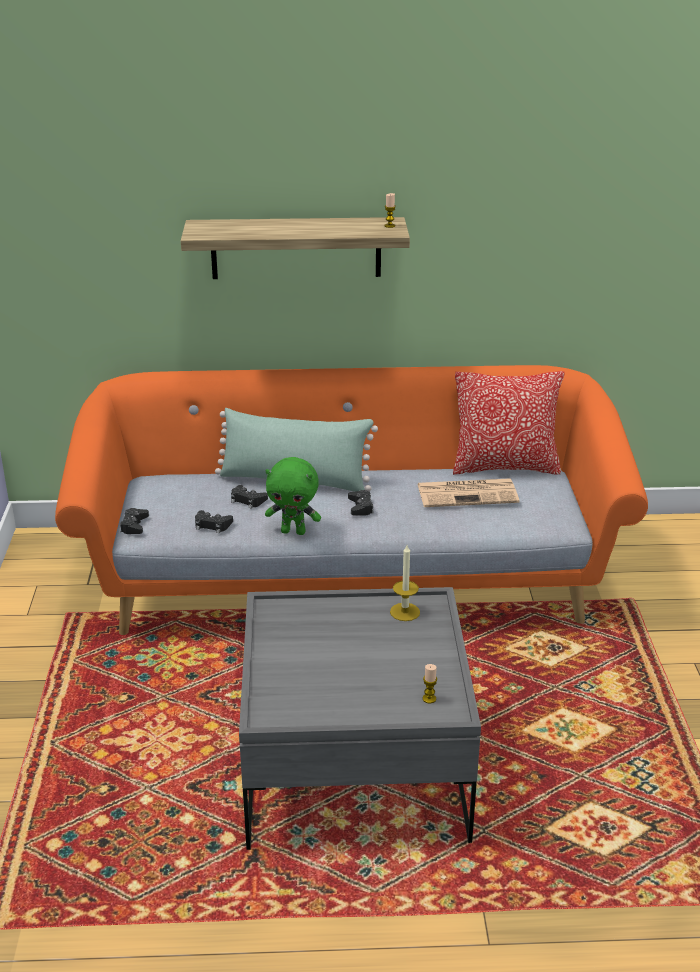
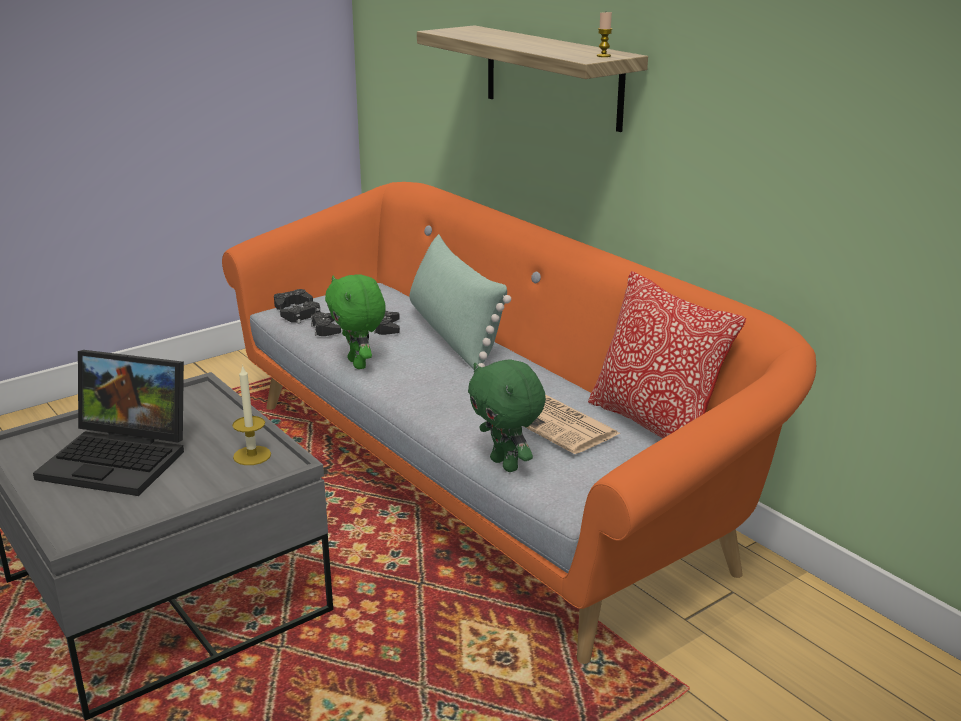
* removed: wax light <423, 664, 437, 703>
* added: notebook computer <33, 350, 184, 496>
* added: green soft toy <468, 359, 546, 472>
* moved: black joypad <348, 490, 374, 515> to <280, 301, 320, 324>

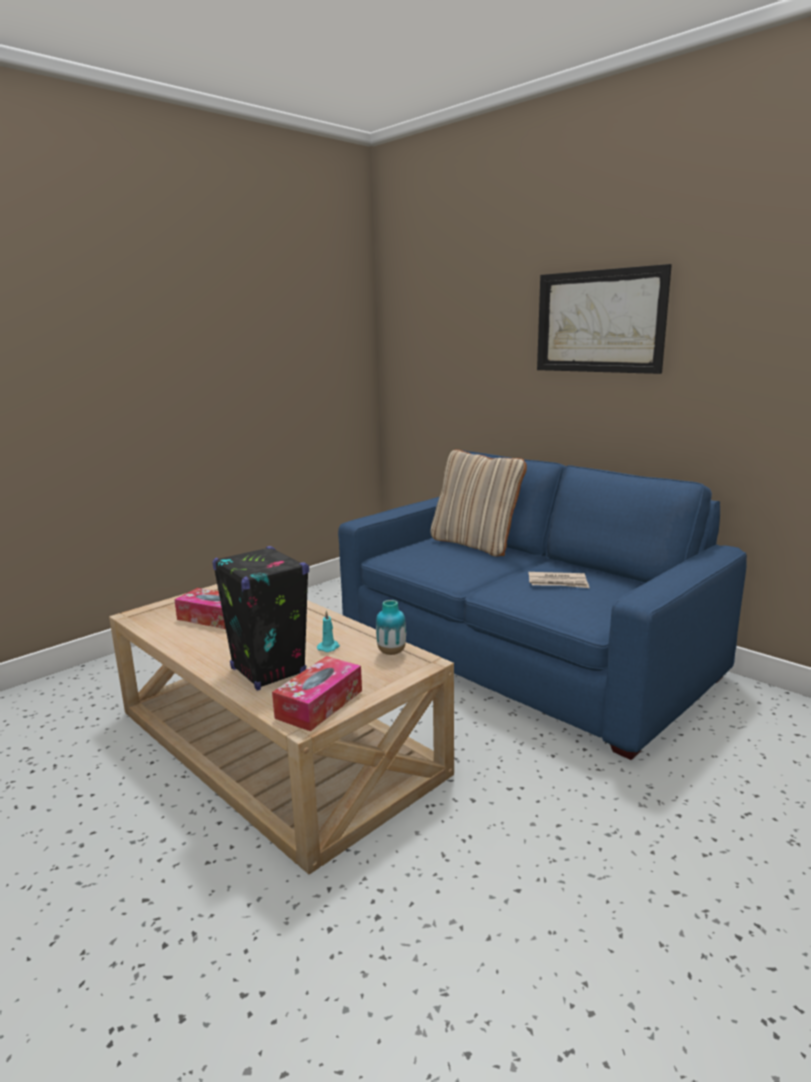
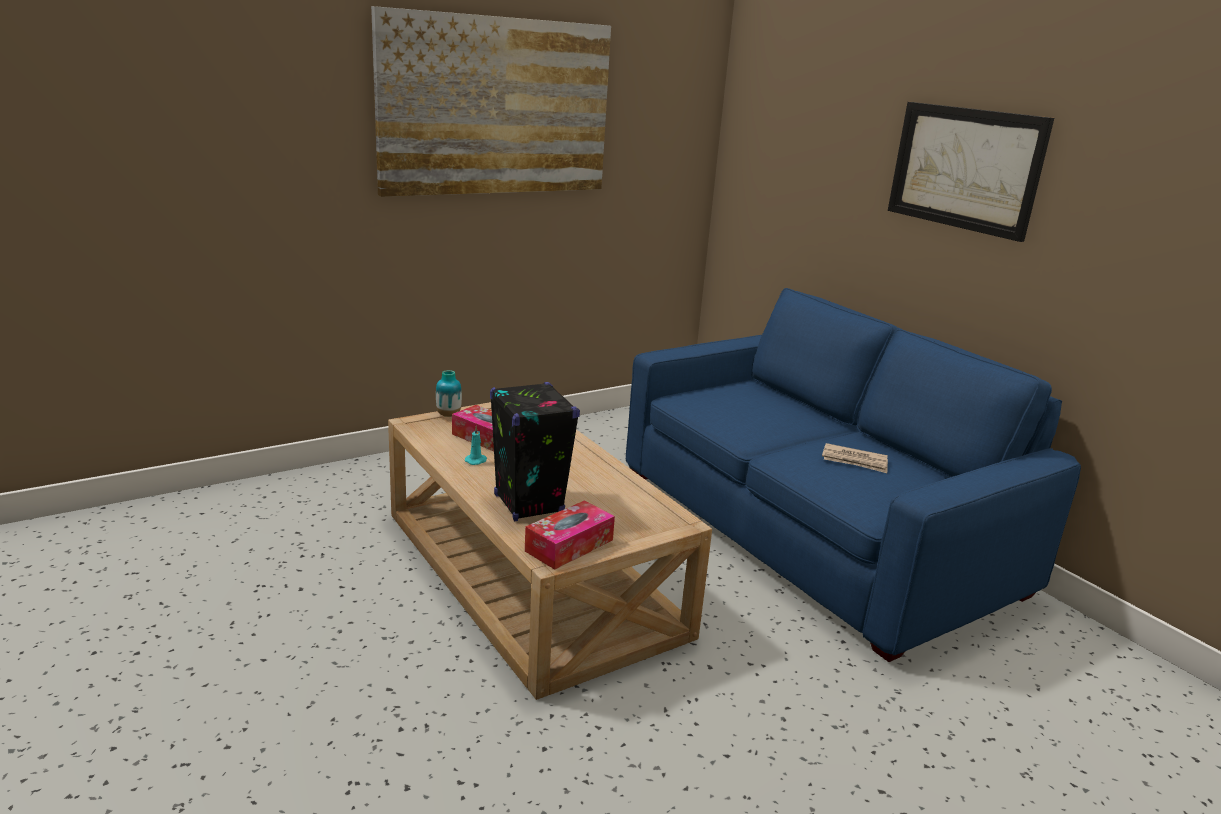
* removed: beige cushion <430, 449, 527, 557>
* added: wall art <371, 6, 611, 197>
* moved: blue-green wax light <317, 610, 340, 652> to <465, 425, 487, 465>
* moved: flower vase <376, 600, 406, 655> to <436, 370, 462, 417>

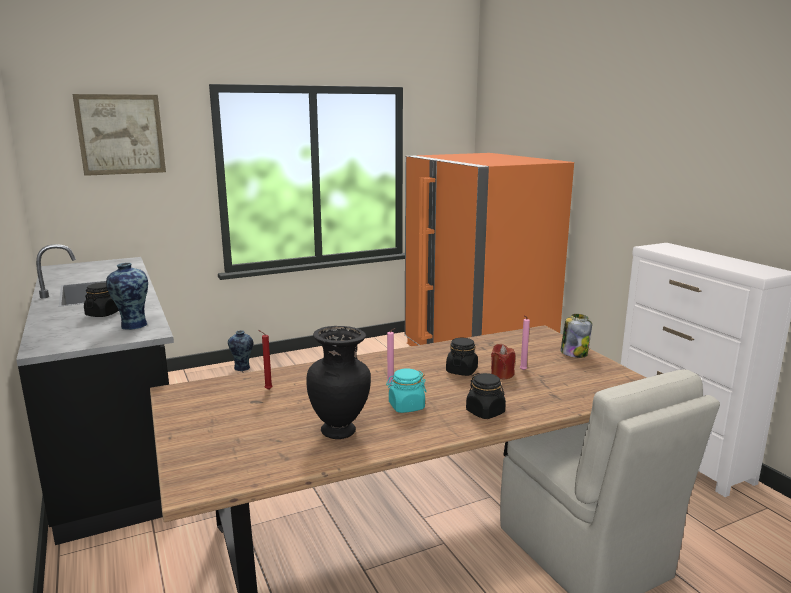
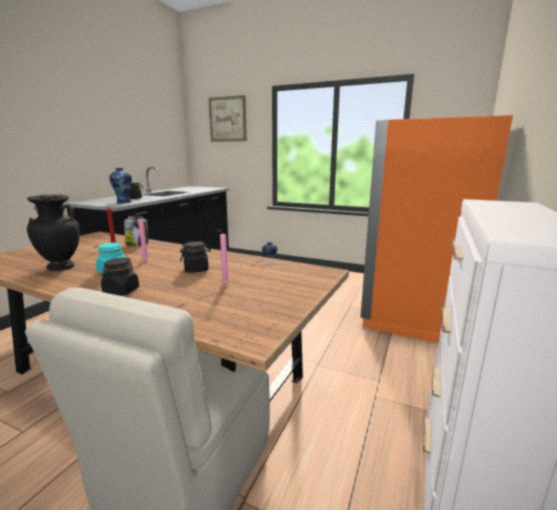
* removed: red wax light <491, 344, 515, 380>
* moved: jar <561, 314, 592, 358> to <124, 216, 148, 246>

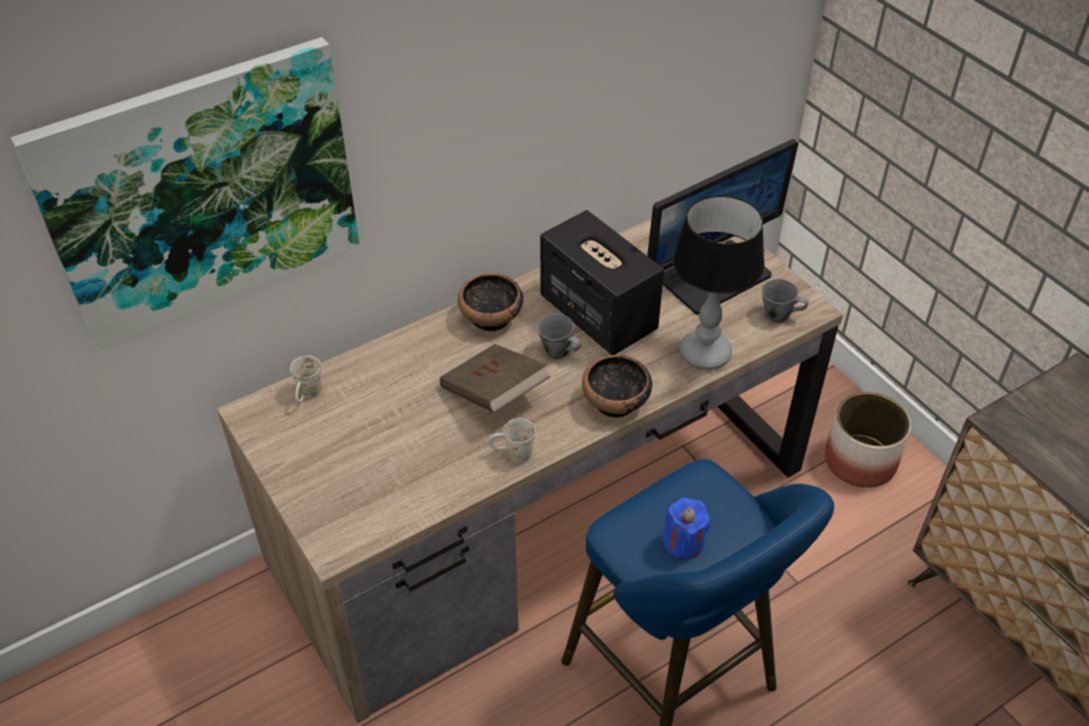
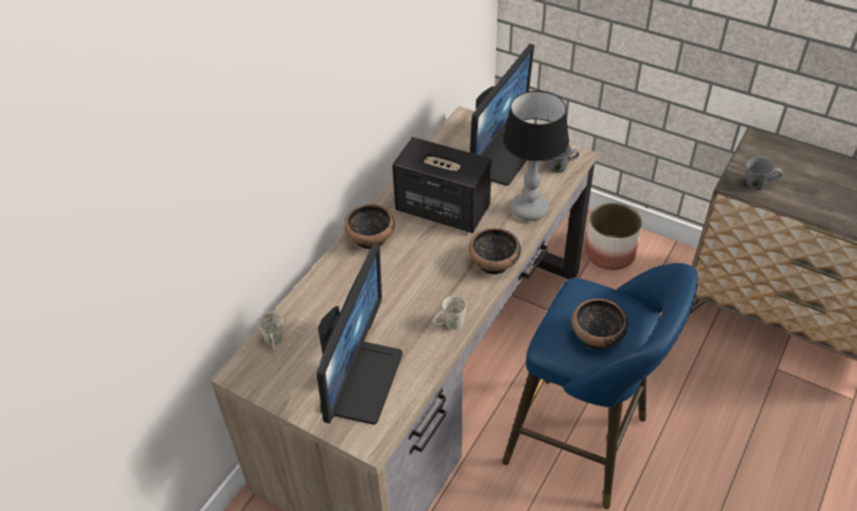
* removed: wall art <11, 37, 360, 351>
* removed: brownish book <440, 344, 550, 413>
* added: computer screen <317, 243, 403, 425>
* moved: gray coffee mug <537, 314, 581, 359> to <746, 157, 782, 190>
* replaced: blue-coloured wax light <662, 497, 711, 559> to serving bowl <571, 299, 628, 349>

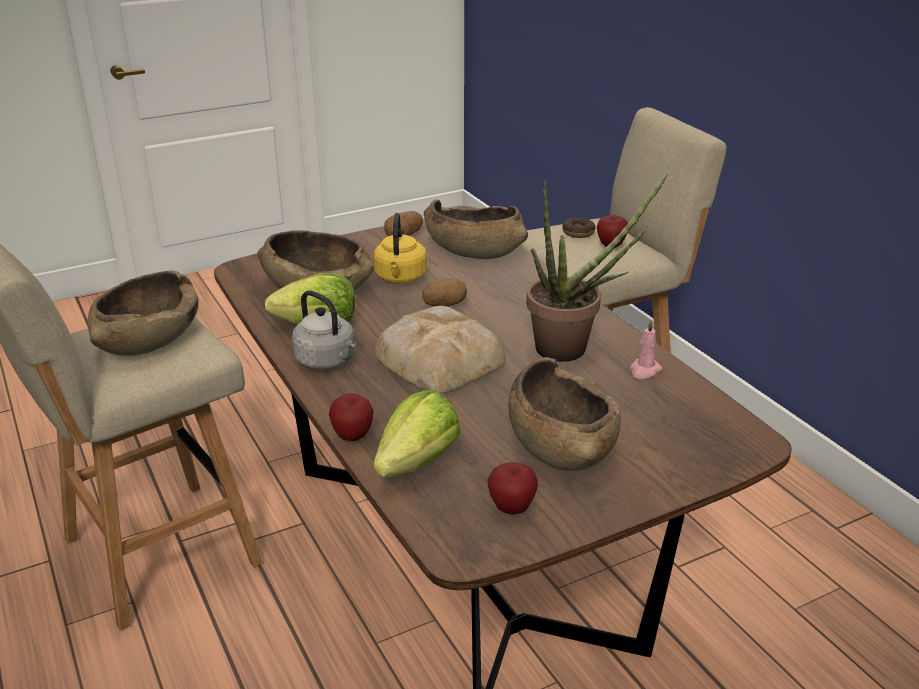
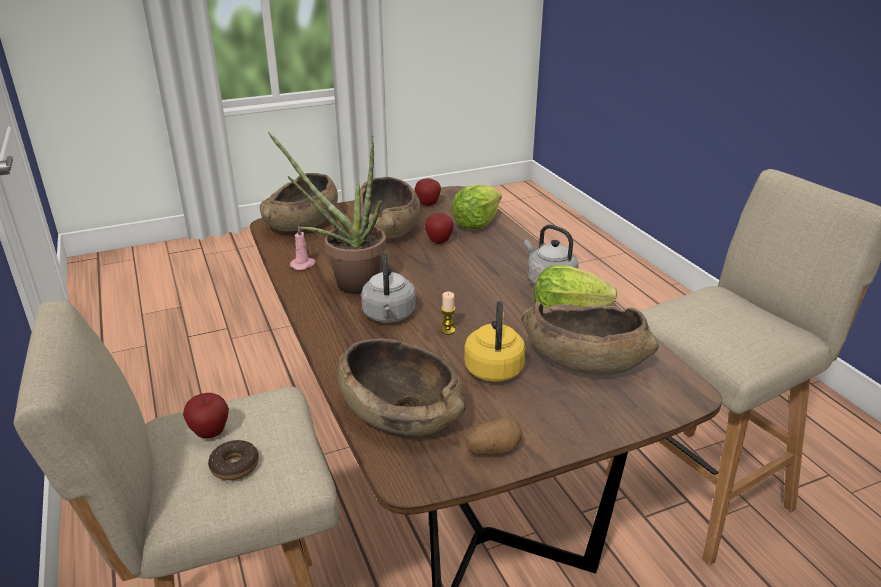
* removed: baked bread <375, 306, 506, 394>
* added: gray tea kettle <361, 251, 416, 323>
* moved: brownish serving bowl <88, 271, 198, 356> to <260, 173, 338, 231>
* moved: apple fruit <329, 393, 374, 441> to <425, 213, 454, 244>
* replaced: potato <423, 279, 467, 307> to wax light <441, 291, 456, 335>

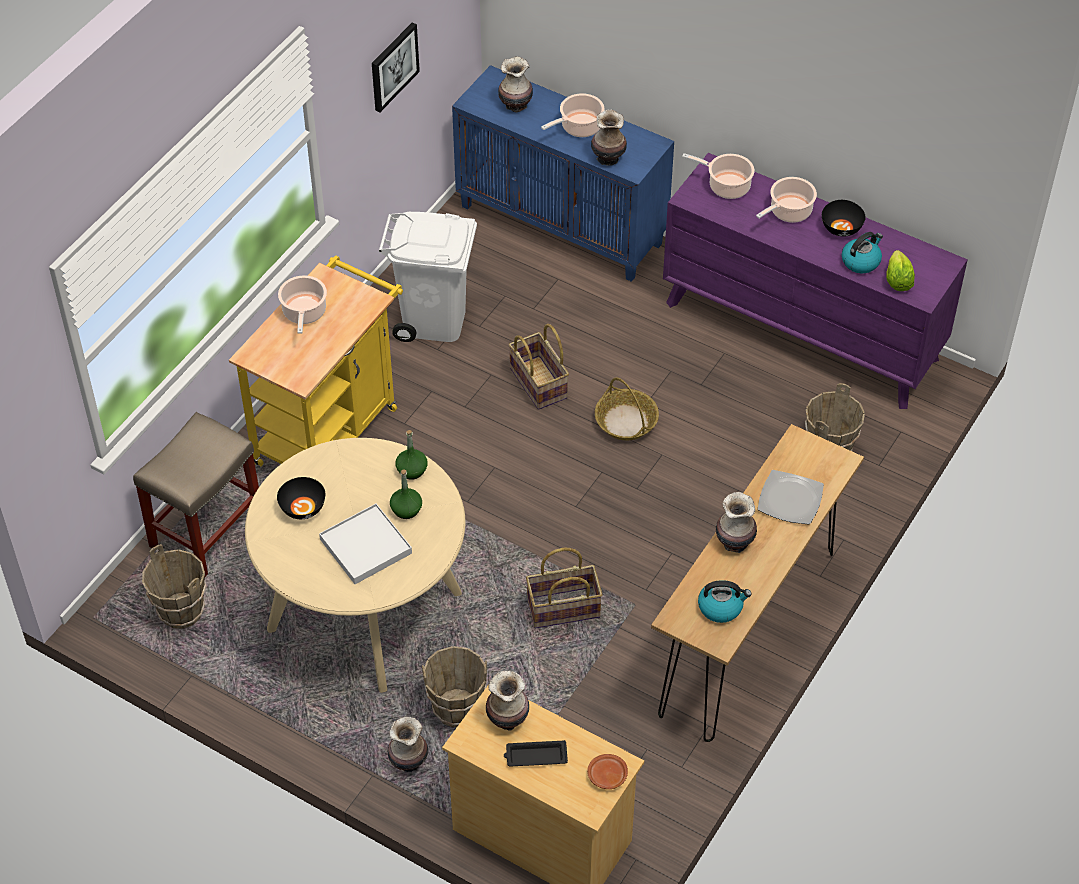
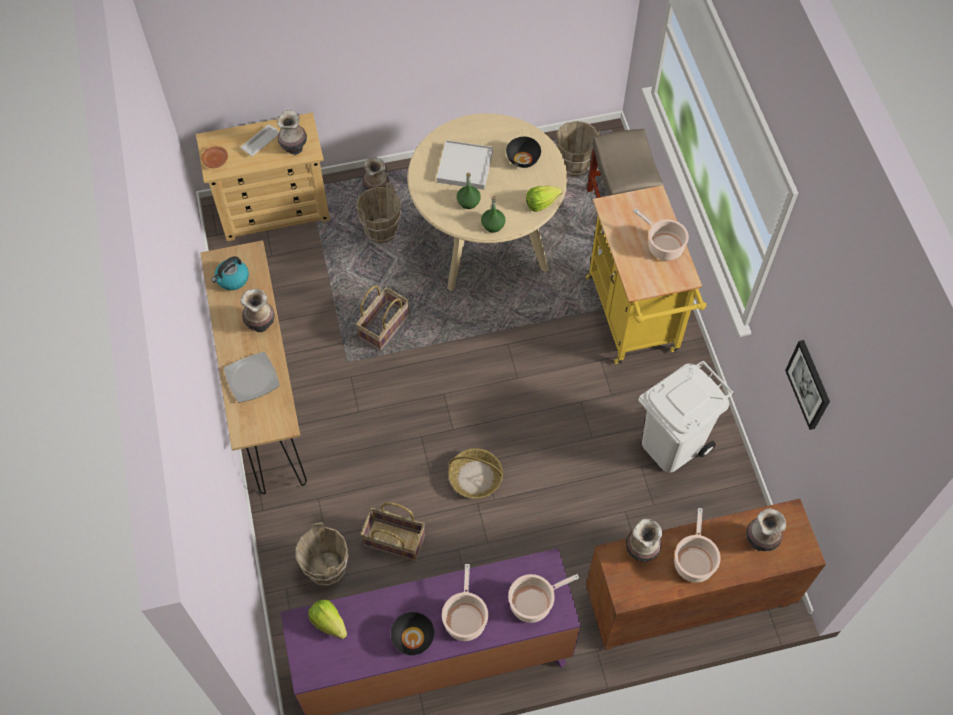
* removed: tea kettle <842, 232, 883, 273>
* added: head of lettuce <526, 186, 562, 212>
* moved: household basket <509, 324, 569, 410> to <360, 502, 425, 562>
* recoloured: blue-coloured cabinet <452, 65, 674, 282> to brownish cabinet <586, 499, 826, 650>
* recoloured: black serving tray <504, 740, 568, 767> to whitish serving tray <241, 125, 279, 156>

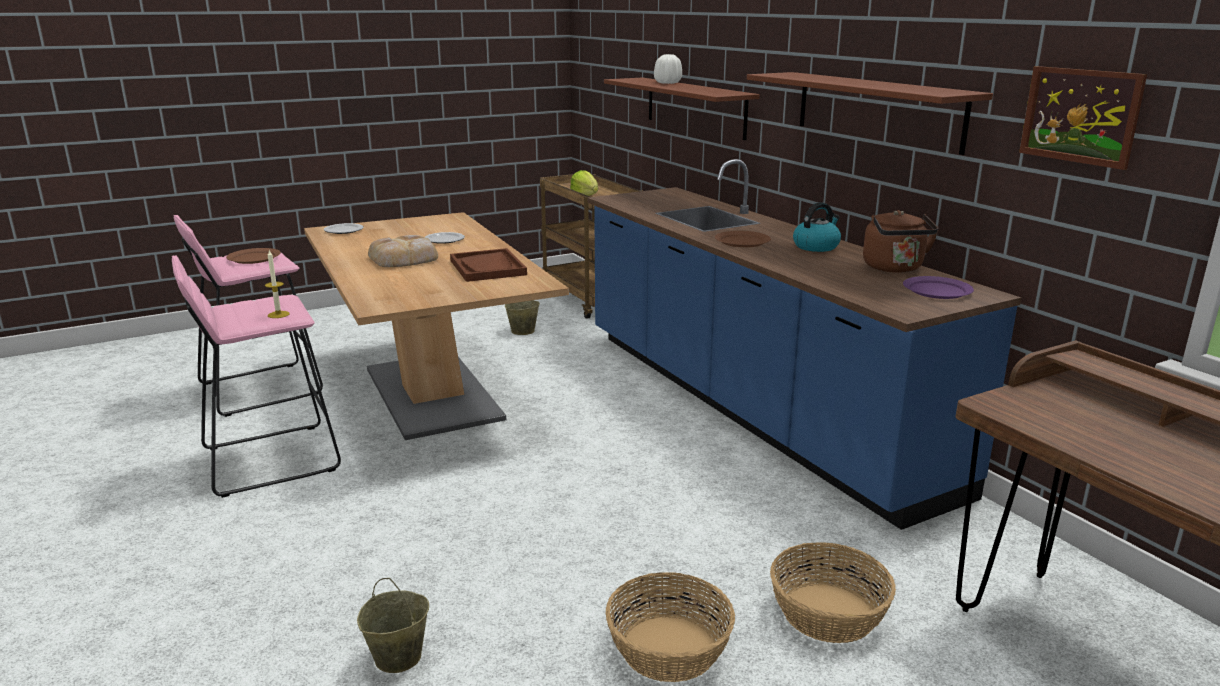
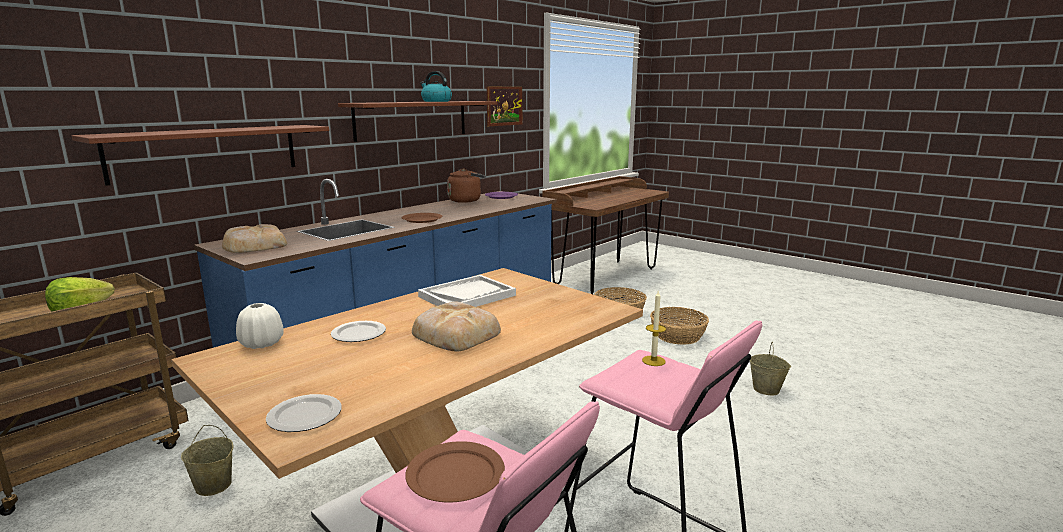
* added: baked bread <222, 224, 287, 253>
* moved: whitish flower vase <654, 54, 682, 84> to <236, 303, 284, 349>
* moved: tea kettle <793, 202, 841, 252> to <420, 71, 452, 102>
* recoloured: brownish serving tray <450, 248, 527, 282> to whitish serving tray <418, 275, 516, 307>

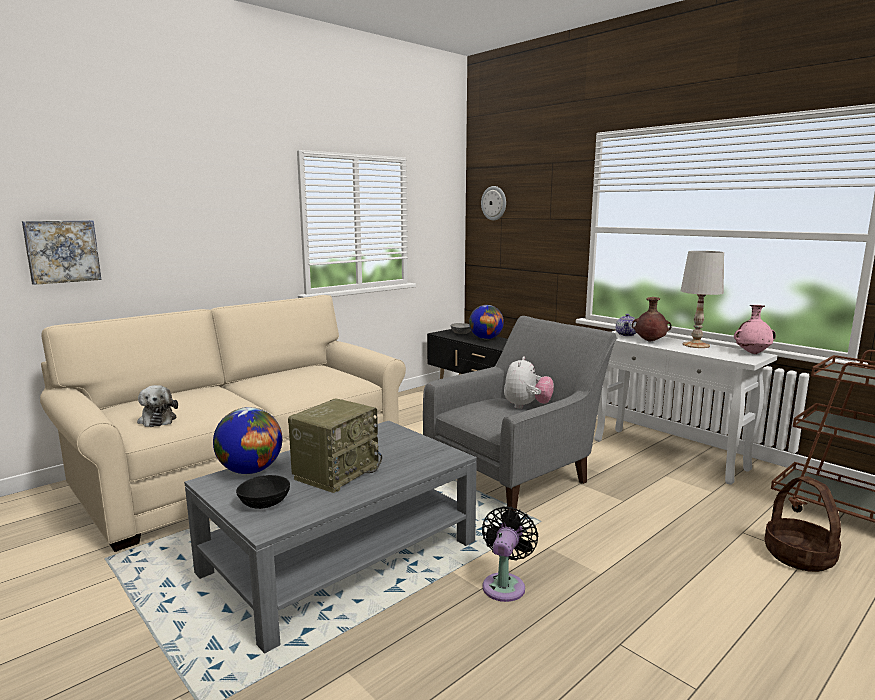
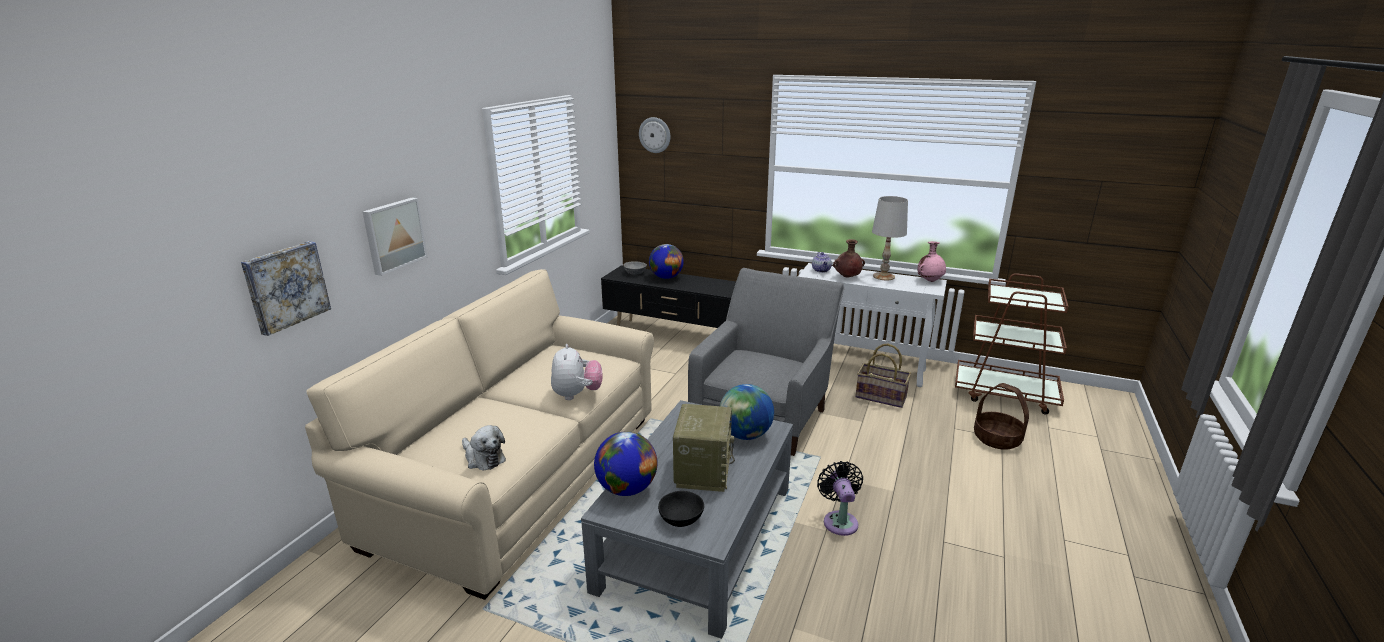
* added: wall art <363, 198, 428, 276>
* added: desk globe <720, 384, 774, 440>
* added: household basket <855, 343, 911, 408>
* moved: soft toy <504, 356, 554, 409> to <551, 344, 602, 400>

